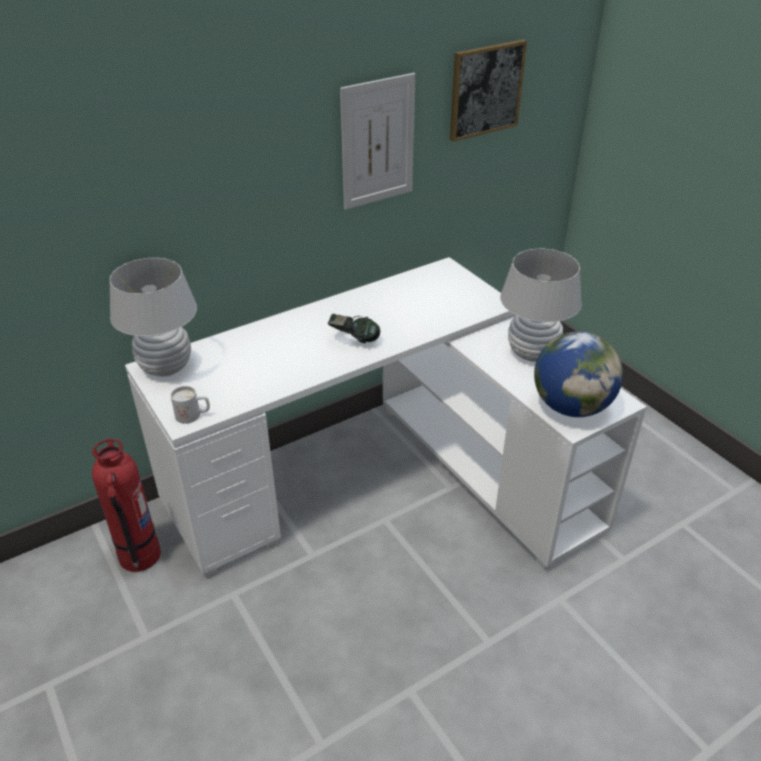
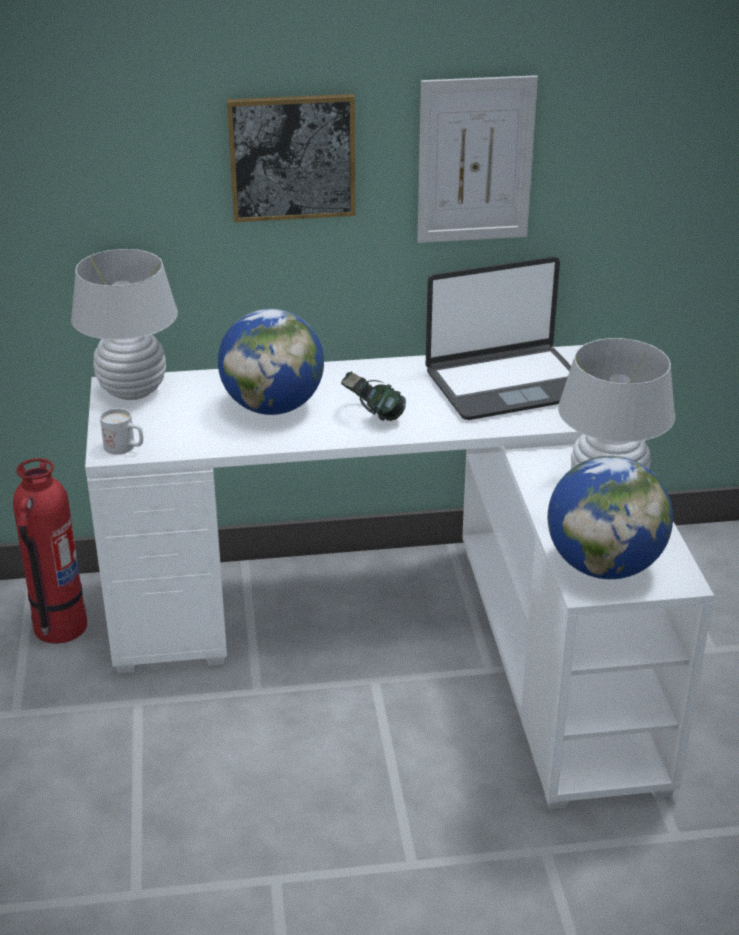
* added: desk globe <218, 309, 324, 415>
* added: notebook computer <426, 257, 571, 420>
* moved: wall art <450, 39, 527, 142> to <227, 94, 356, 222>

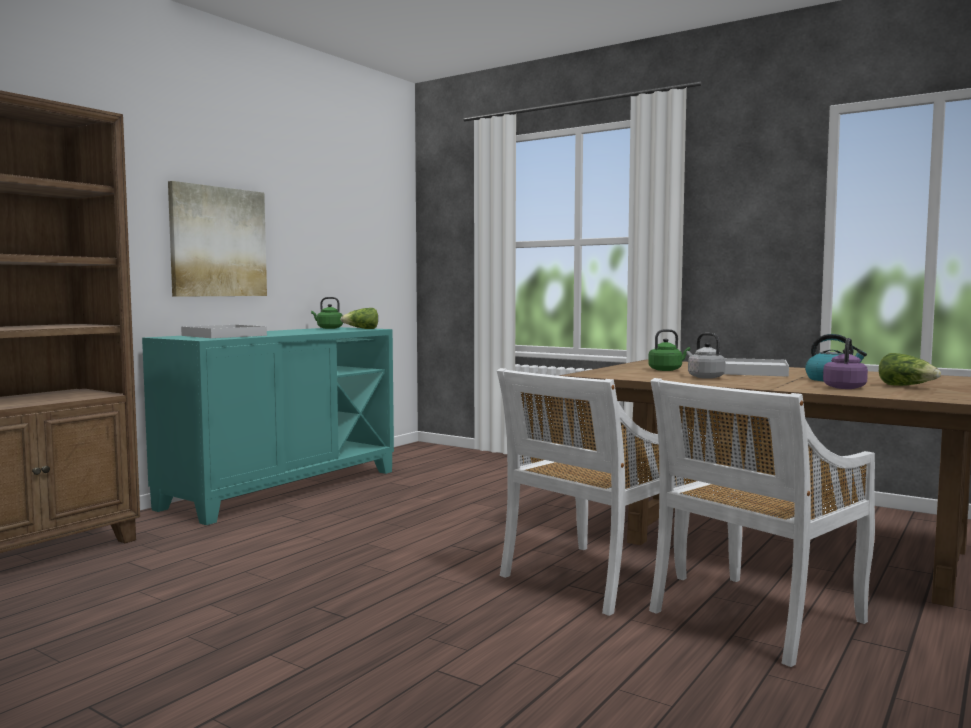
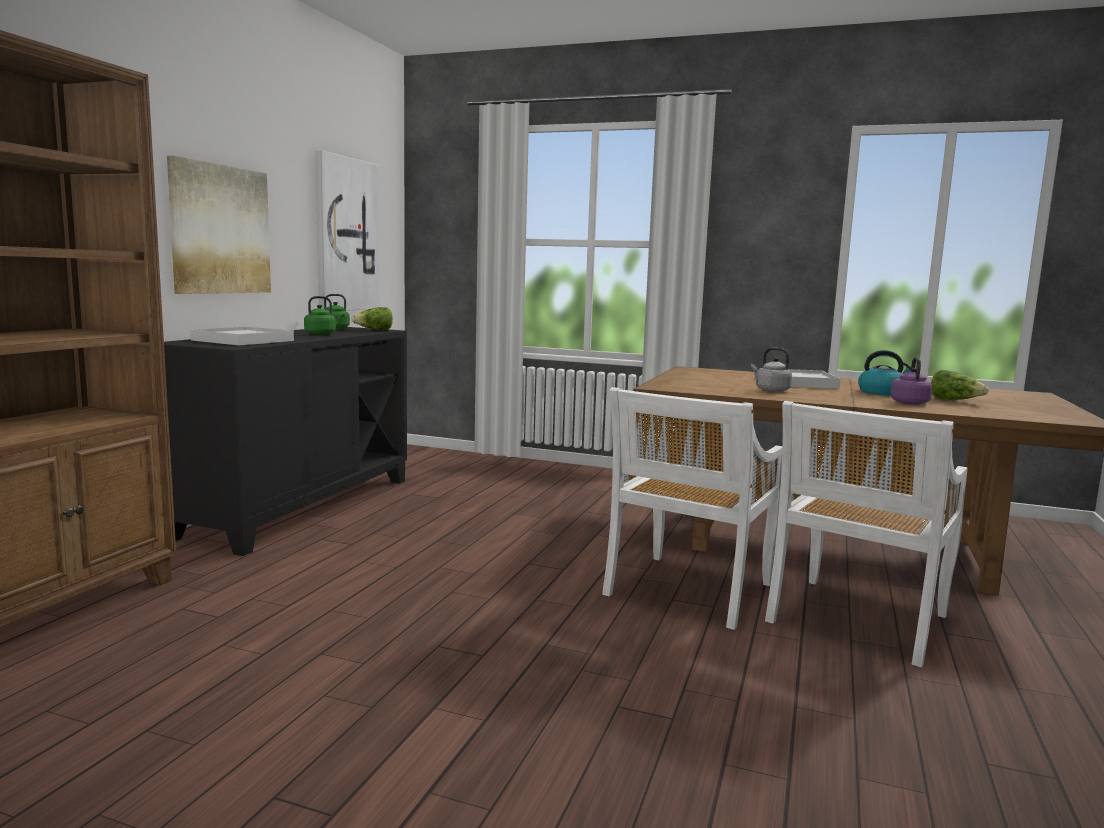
* added: wall art <315, 150, 380, 311>
* moved: green tea kettle <648, 329, 690, 371> to <304, 296, 344, 335>
* recoloured: blue-green cabinet <142, 327, 394, 525> to black cabinet <164, 327, 407, 556>

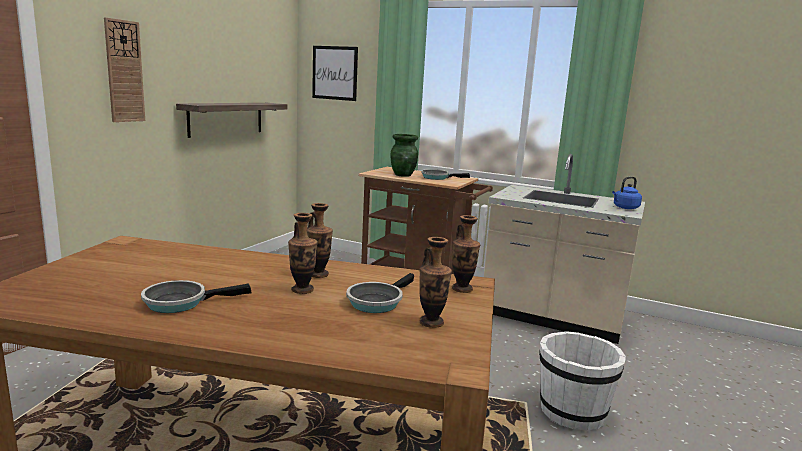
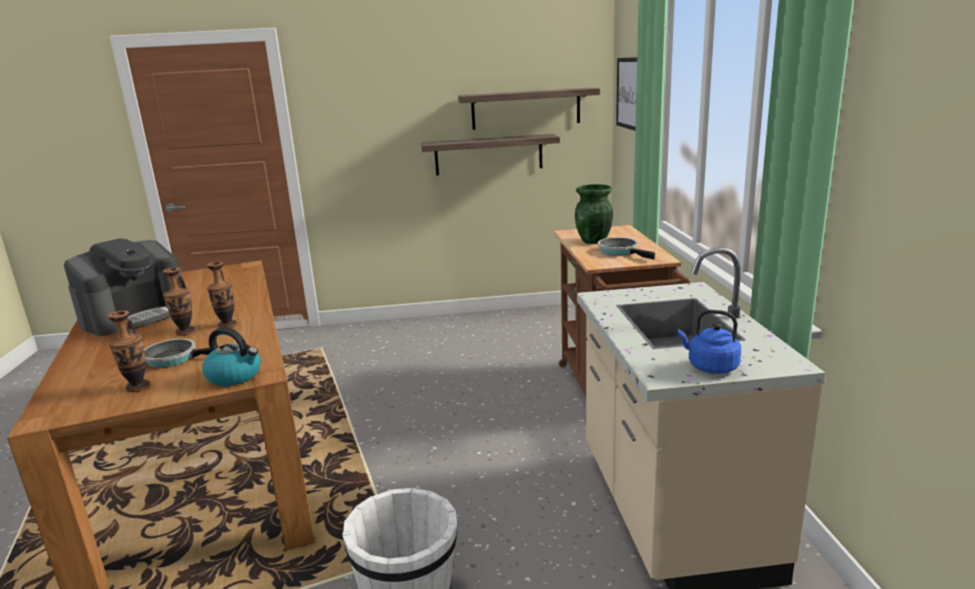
* removed: wall clock <104, 17, 145, 122>
* added: shelf <458, 87, 600, 130>
* replaced: pan <141, 280, 252, 313> to coffee machine <64, 238, 182, 336>
* replaced: flower vase <452, 215, 480, 293> to tea kettle <202, 327, 261, 386>

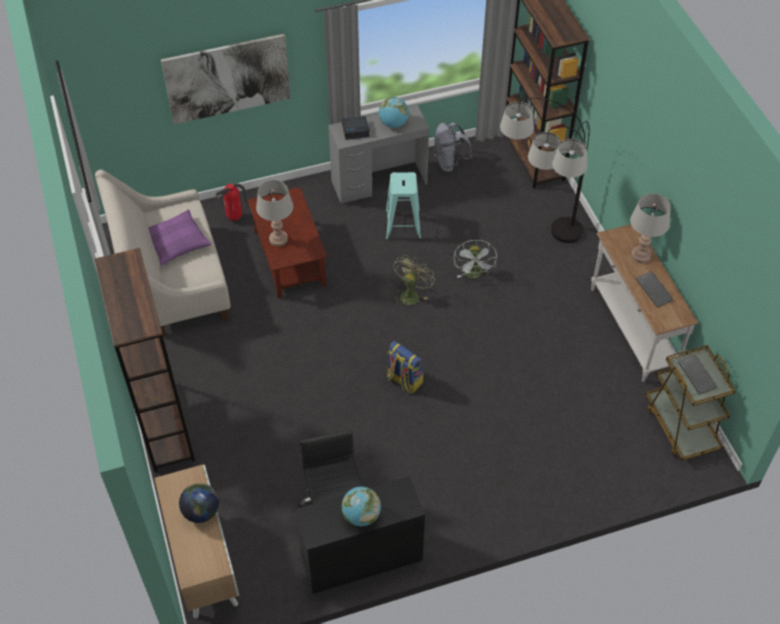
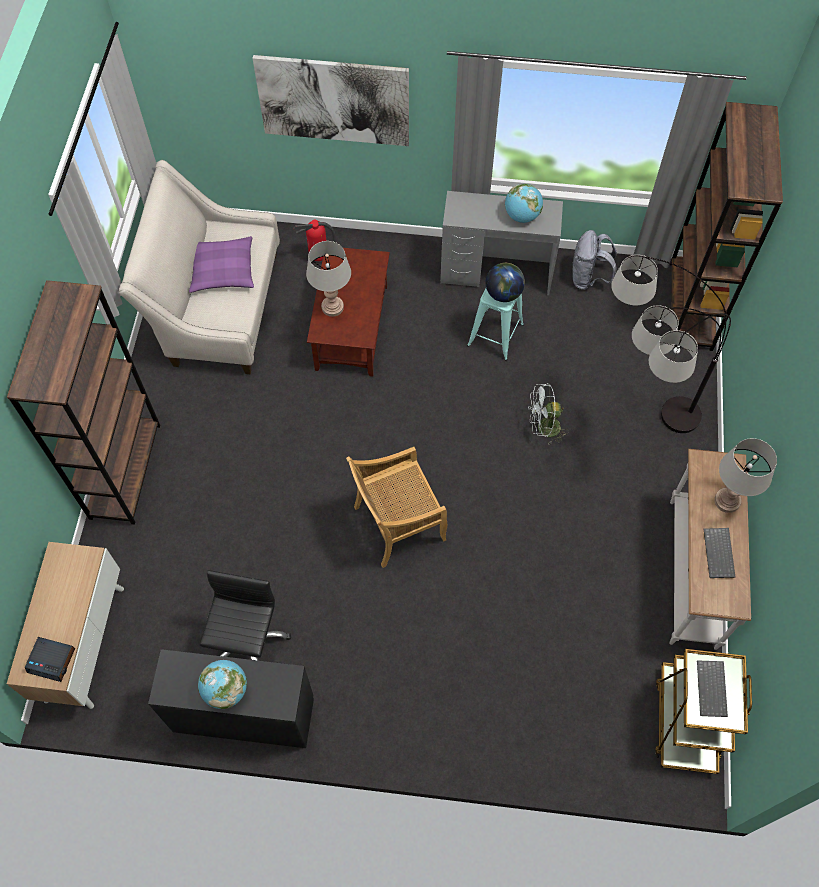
* removed: green fan <393, 255, 435, 307>
* moved: desk globe <179, 483, 219, 523> to <486, 263, 525, 302>
* moved: table clock <342, 116, 370, 140> to <25, 637, 75, 682>
* replaced: knapsack <387, 341, 423, 394> to beige chair <346, 447, 447, 568>
* turned: whitish fan <454, 240, 497, 279> = <529, 383, 569, 444> 60 degrees clockwise

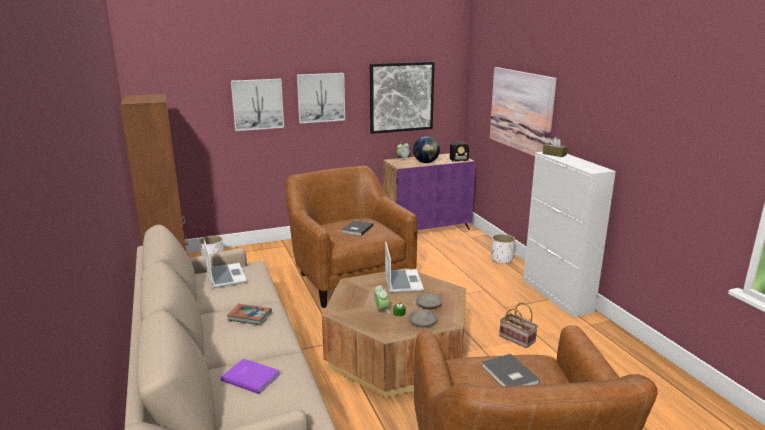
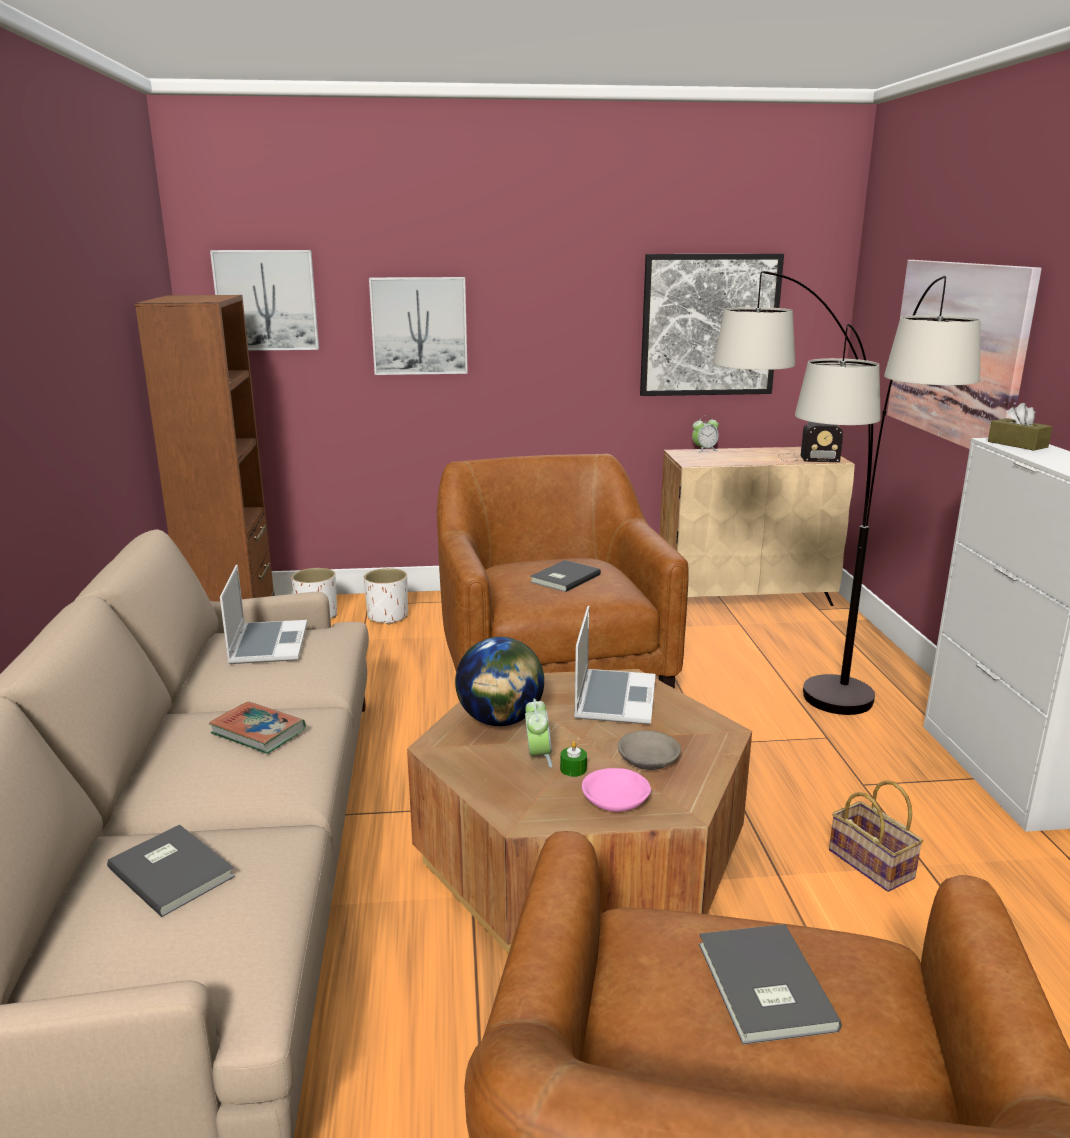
* added: standing lamp <713, 271, 981, 715>
* moved: wall art <297, 73, 345, 124> to <210, 250, 319, 351>
* moved: desk globe <413, 136, 440, 163> to <455, 637, 544, 726>
* moved: whitish plant pot <491, 234, 515, 264> to <364, 568, 408, 625>
* recoloured: purplish book <221, 359, 280, 394> to gray book <107, 824, 235, 917>
* recoloured: purplish cabinet <383, 153, 475, 230> to beige cabinet <660, 447, 855, 606>
* recoloured: gray serving bowl <408, 310, 438, 327> to pink-coloured serving bowl <582, 768, 651, 812>

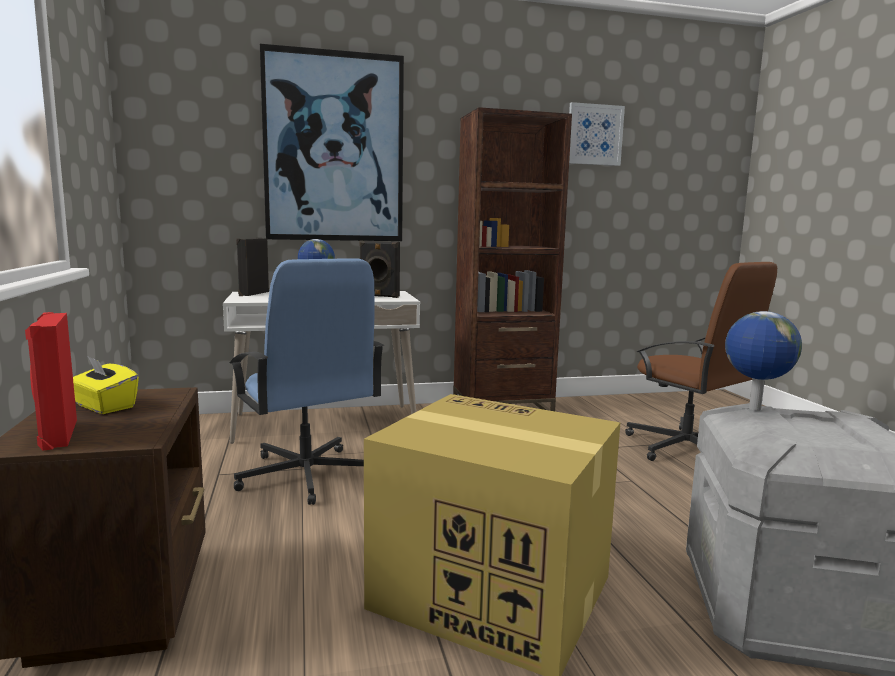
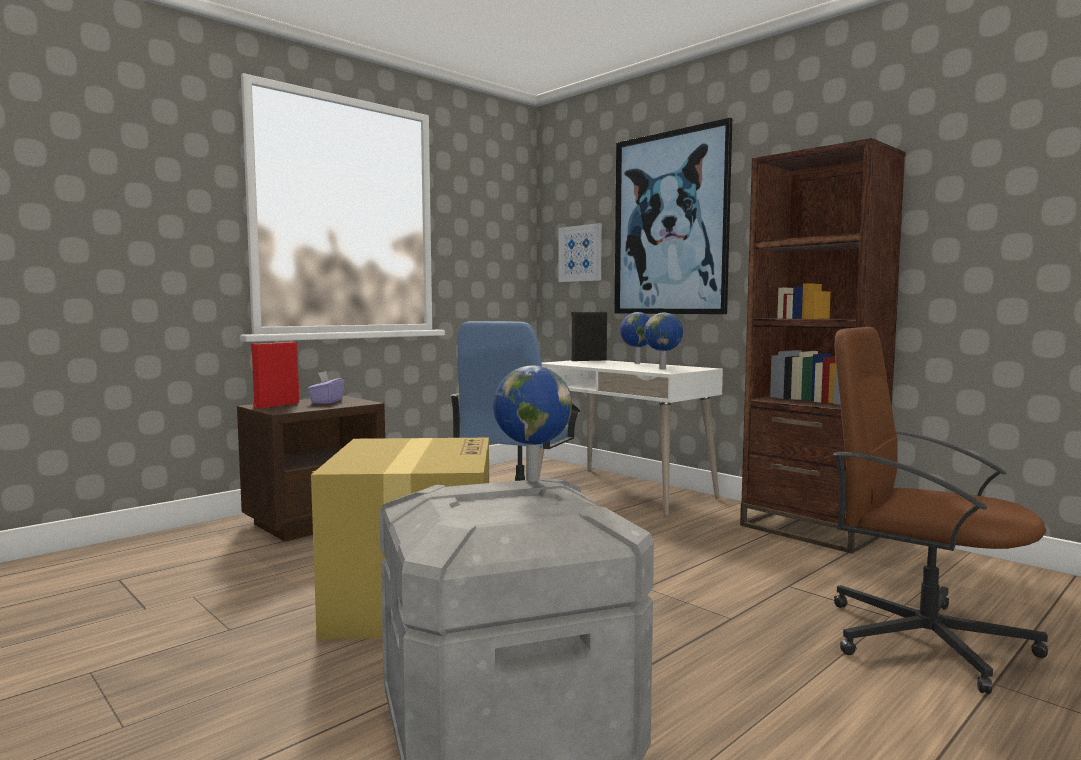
* moved: wall art <569, 102, 625, 166> to <558, 223, 602, 282>
* replaced: black audio speaker <359, 241, 400, 298> to desk globe <644, 313, 683, 369>
* recoloured: yellowish box of tissues <73, 357, 139, 414> to purplish box of tissues <307, 371, 345, 404>
* turned: brownish office chair <625, 262, 777, 461> = <833, 327, 1048, 694> 105 degrees clockwise

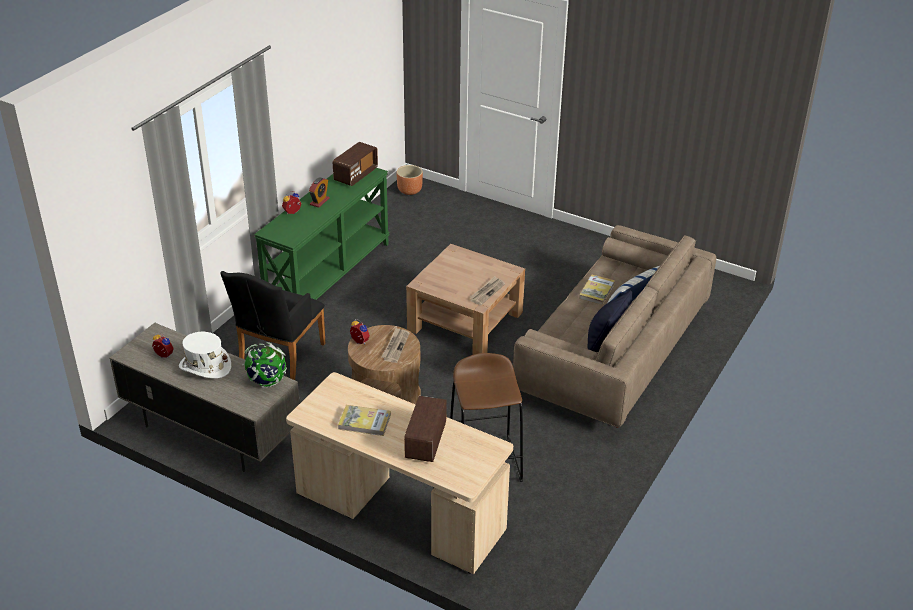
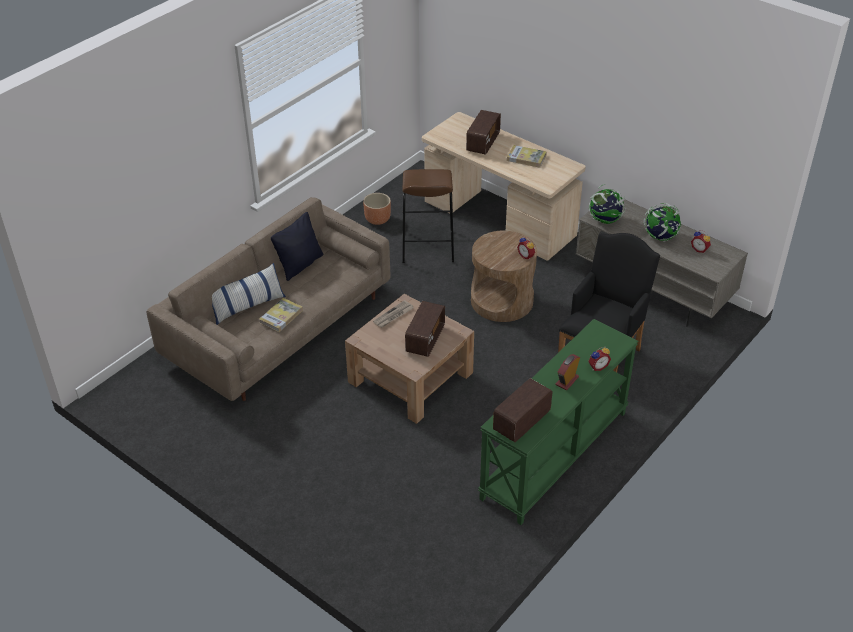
* removed: daily paper <381, 328, 410, 363>
* added: radio set <405, 301, 445, 357>
* moved: brownish plant pot <396, 165, 423, 195> to <363, 193, 391, 225>
* replaced: whitish clothing hat <179, 332, 231, 378> to desk globe <643, 203, 681, 242>

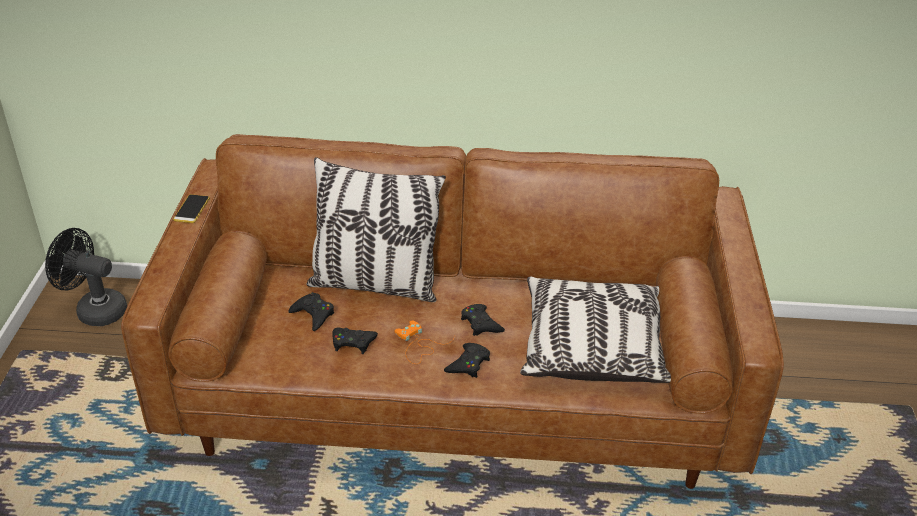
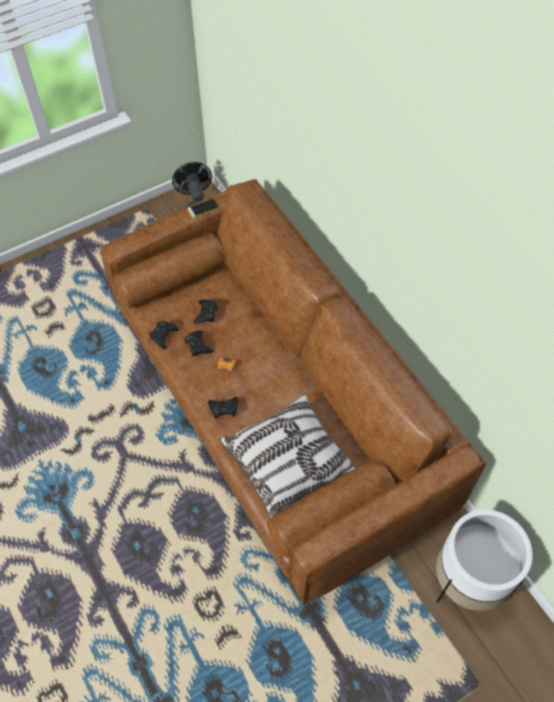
* removed: cushion <306, 157, 446, 302>
* added: whitish plant pot <436, 510, 532, 611>
* moved: black joypad <461, 304, 505, 336> to <149, 321, 179, 349>

